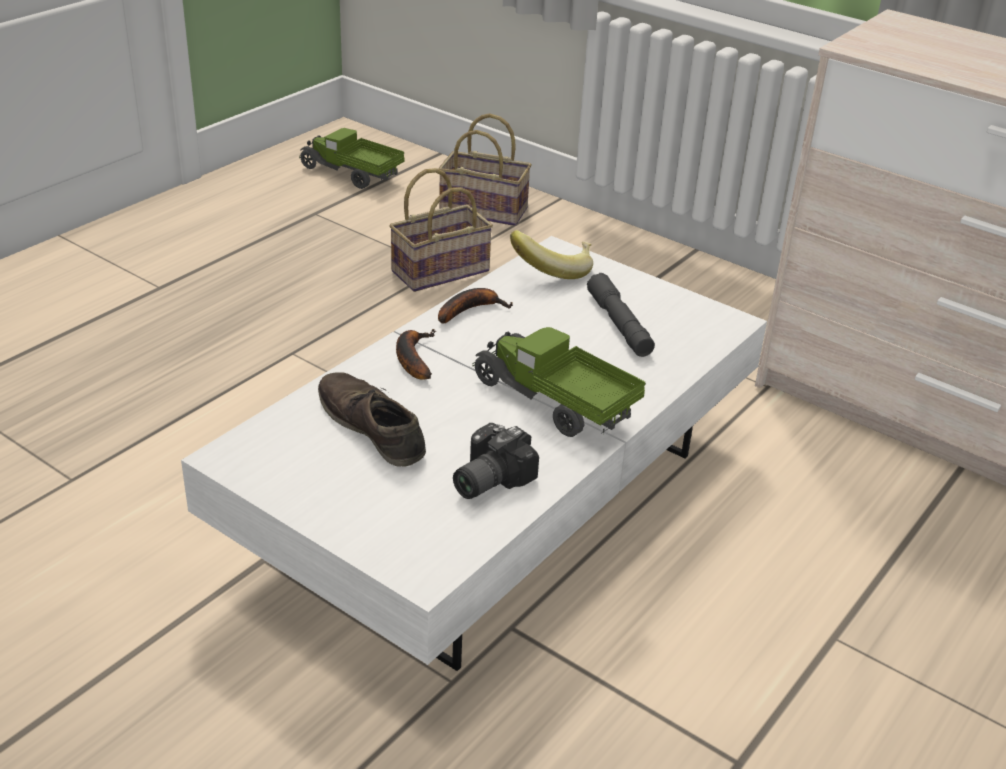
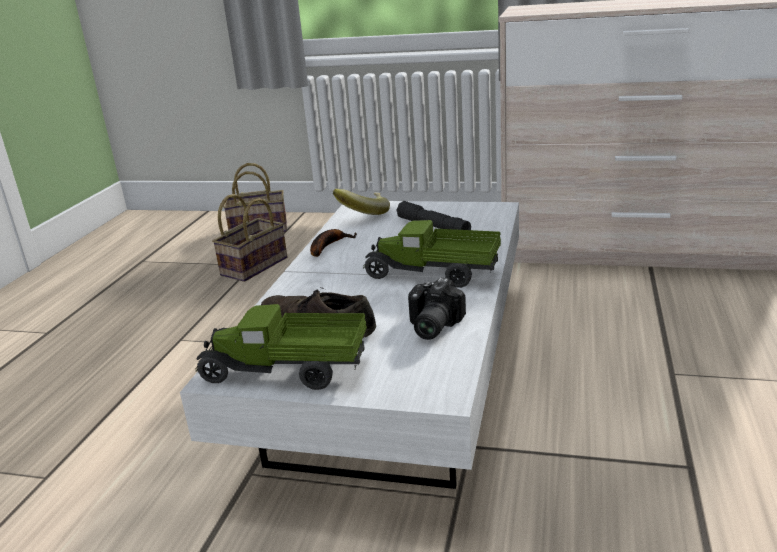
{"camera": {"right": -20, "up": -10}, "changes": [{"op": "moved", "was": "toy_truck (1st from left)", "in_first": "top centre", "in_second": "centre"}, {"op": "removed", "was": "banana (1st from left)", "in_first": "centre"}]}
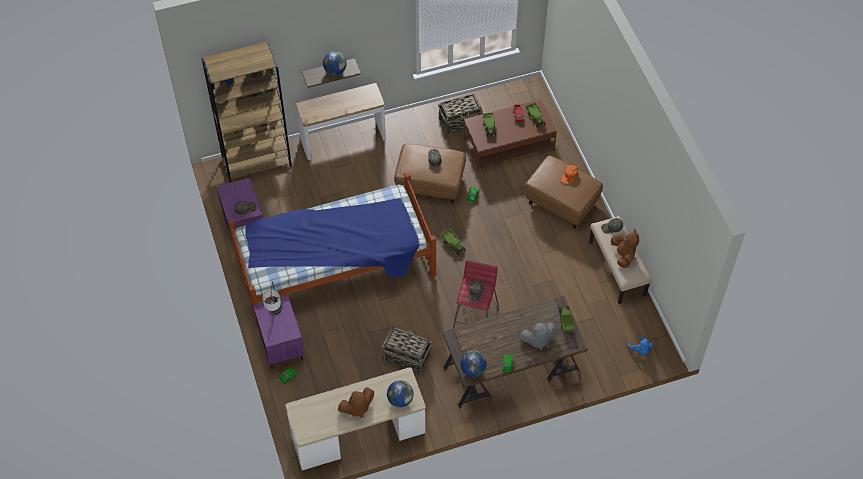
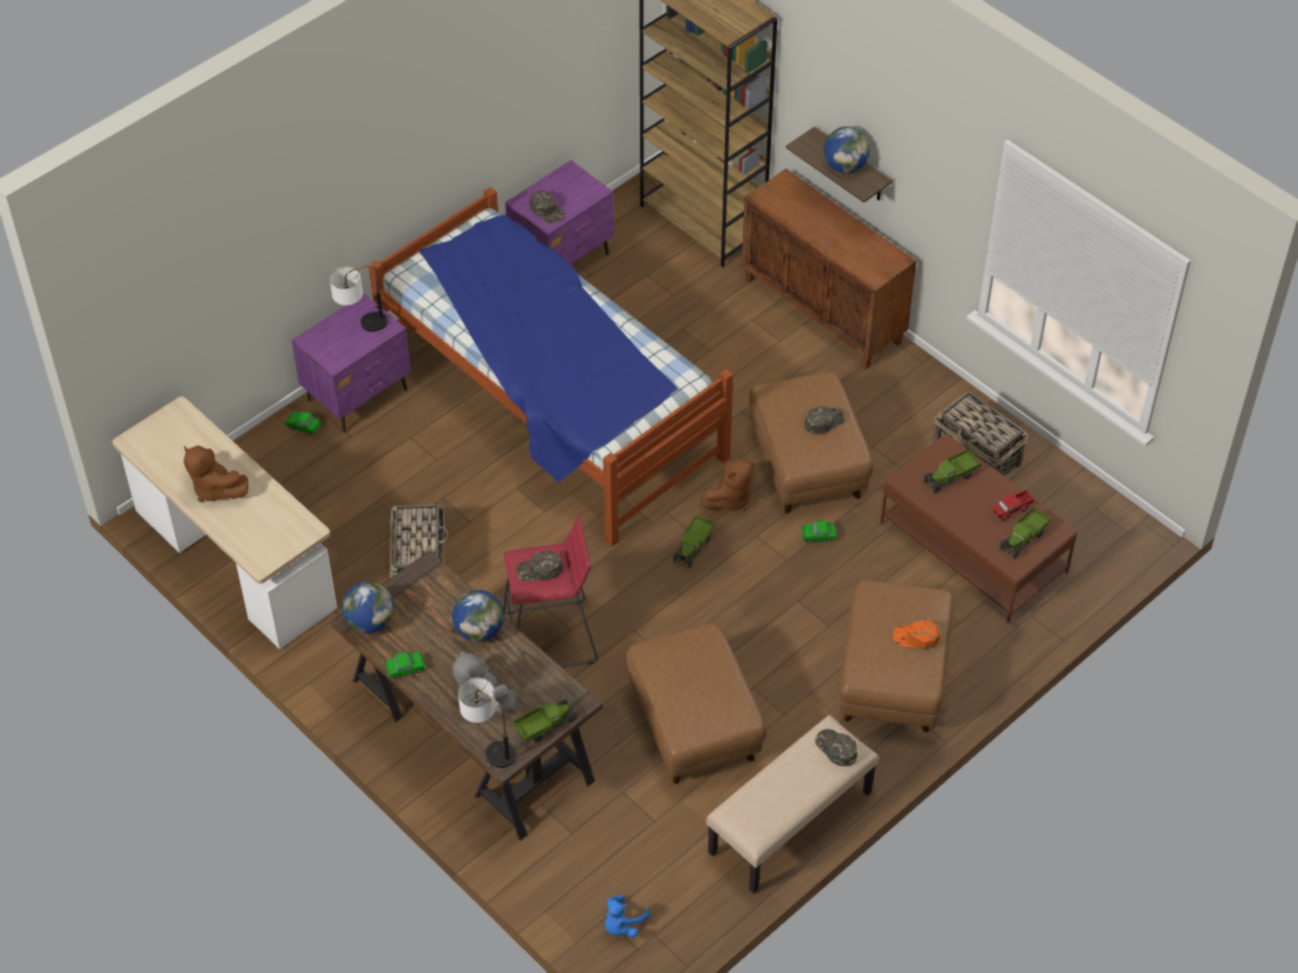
{"camera": {"right": 65, "up": -5}, "changes": [{"op": "replaced", "was": "console_table", "now": "brown_cabinet", "in_first": "top centre", "in_second": "top centre"}, {"op": "moved", "was": "globe (2nd from left)", "in_first": "bottom centre", "in_second": "centre"}, {"op": "moved", "was": "brown_plush_toy (2nd from left)", "in_first": "middle right", "in_second": "centre"}, {"op": "added", "now": "table_lamp (2nd from left)", "in_second": "bottom centre"}, {"op": "added", "now": "brown_ottoman (1st from left)", "in_second": "bottom centre"}]}
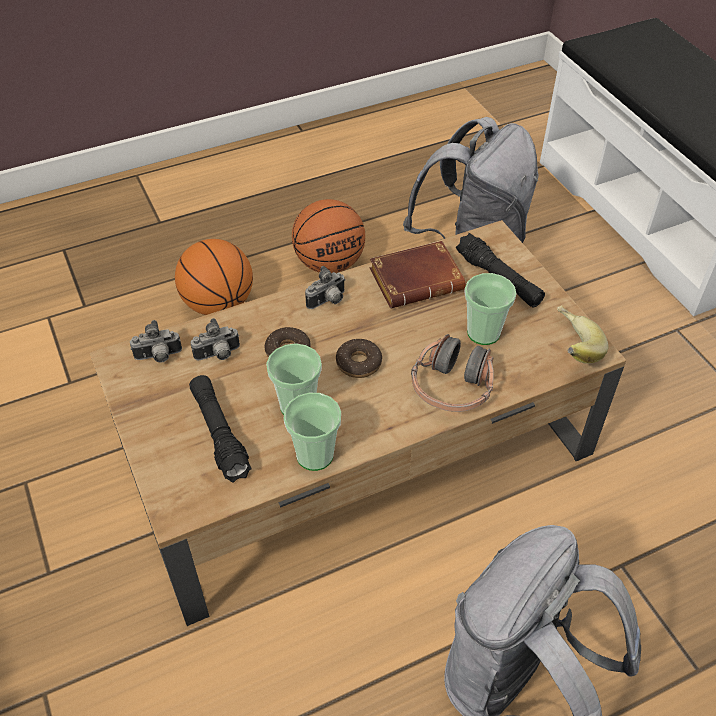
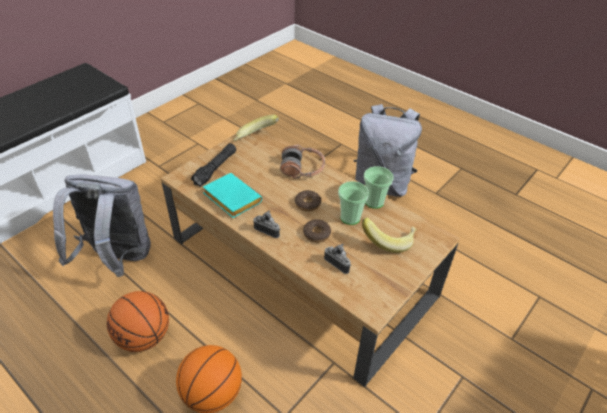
{"camera": {"right": -115, "up": -5}, "changes": [{"op": "removed", "was": "photo_camera (1st from left)", "in_first": "middle left"}, {"op": "replaced", "was": "black_flashlight (1st from left)", "now": "banana (2nd from left)", "in_first": "middle left", "in_second": "centre"}, {"op": "recoloured", "was": "brown_book", "now": "turquoise_book", "in_first": "centre", "in_second": "centre"}, {"op": "removed", "was": "cup (3rd from left)", "in_first": "middle right"}]}
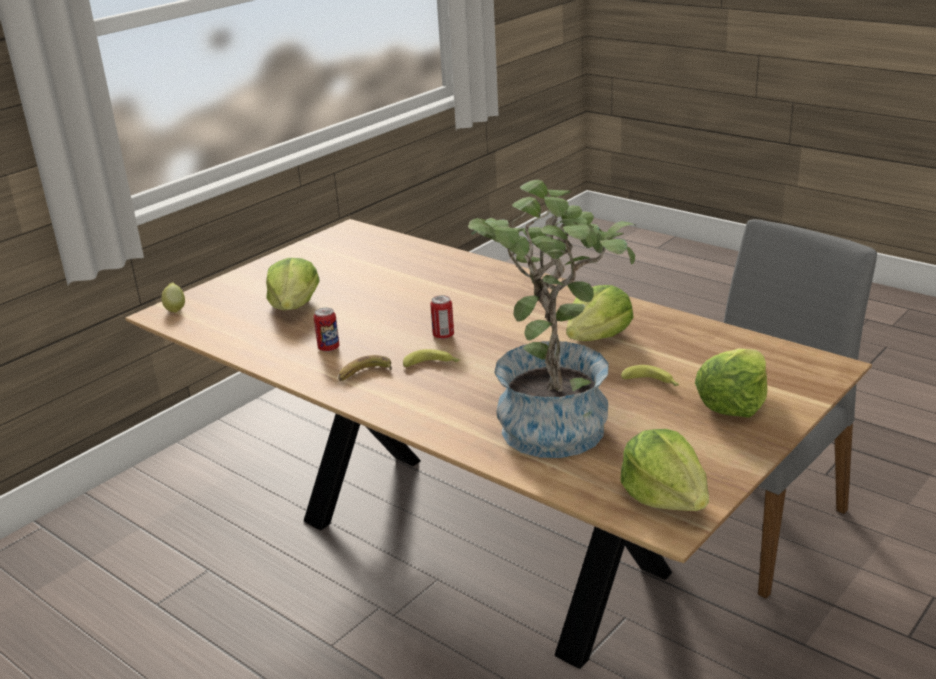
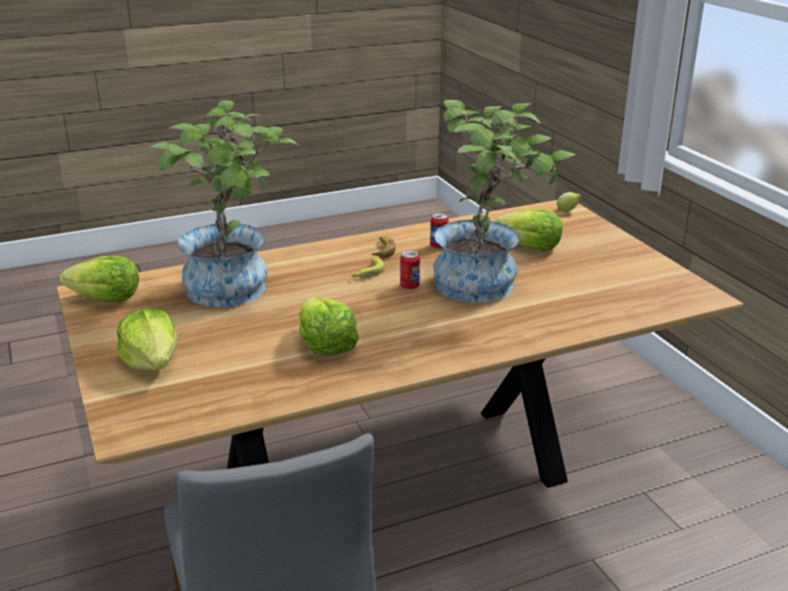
{"camera": {"right": 115, "up": 0}, "changes": [{"op": "removed", "was": "banana (3rd from left)", "in_first": "middle right"}, {"op": "added", "now": "potted_plant (2nd from left)", "in_second": "centre"}]}
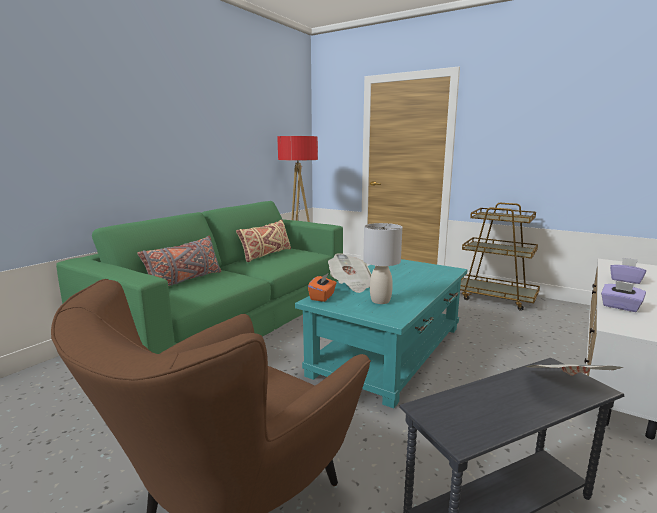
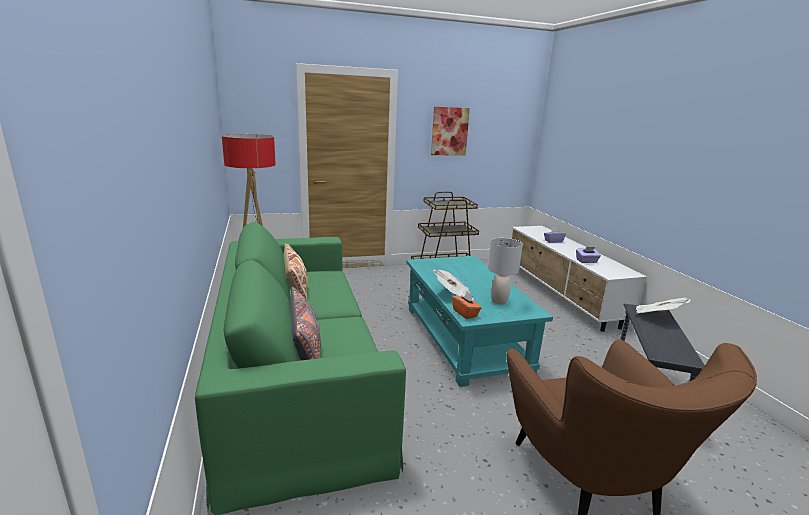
{"camera": {"right": -50, "up": 5}, "changes": [{"op": "added", "now": "picture", "in_second": "top centre"}]}
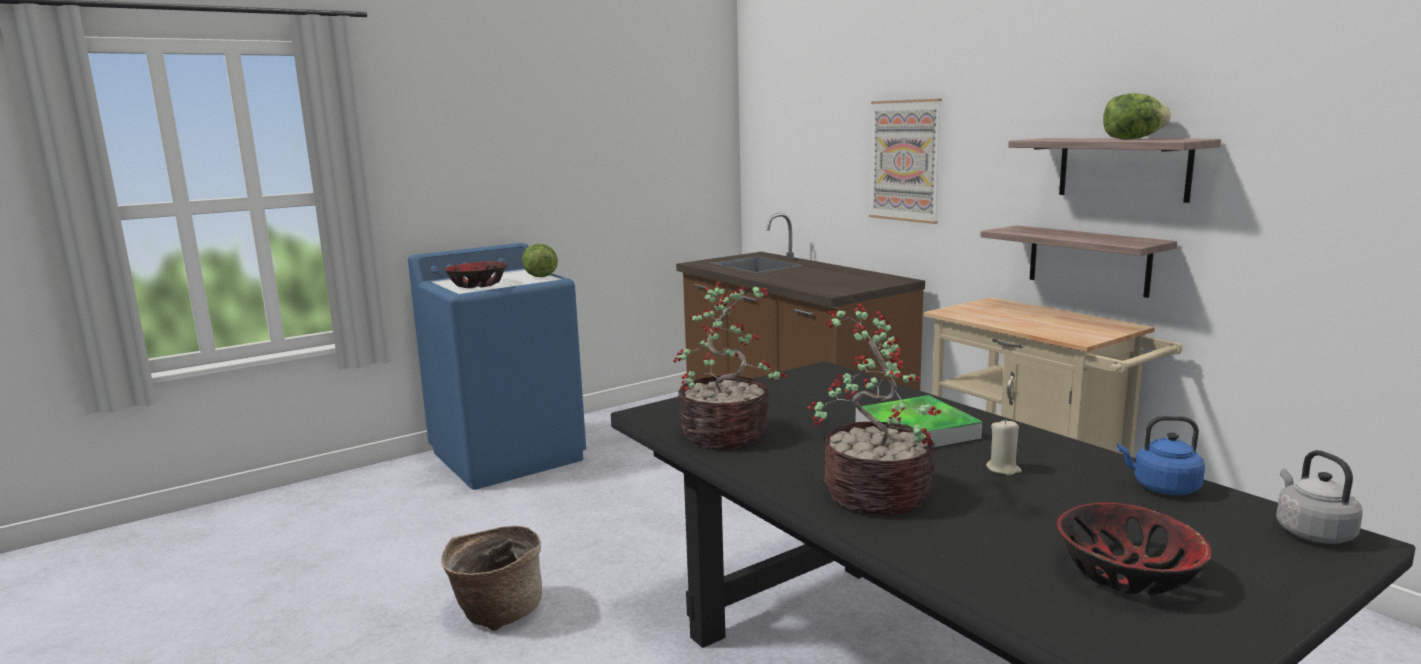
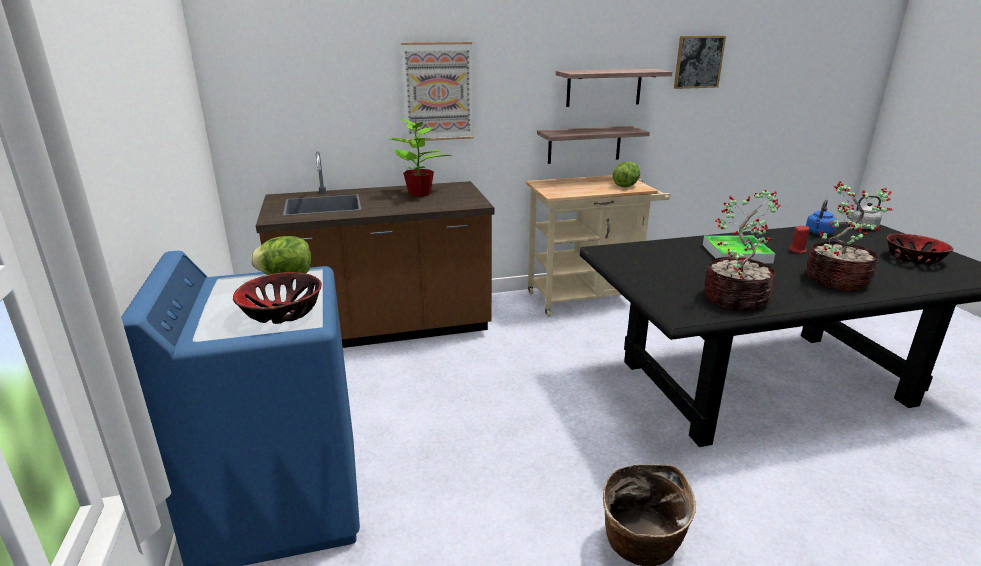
{"camera": {"right": -70, "up": 10}, "changes": [{"op": "recoloured", "was": "beige_candle", "now": "red_candle", "in_first": "bottom right", "in_second": "middle right"}, {"op": "moved", "was": "lettuce (2nd from left)", "in_first": "top right", "in_second": "top centre"}, {"op": "added", "now": "potted_plant (1st from left)", "in_second": "top centre"}, {"op": "added", "now": "picture (2nd from left)", "in_second": "top right"}]}
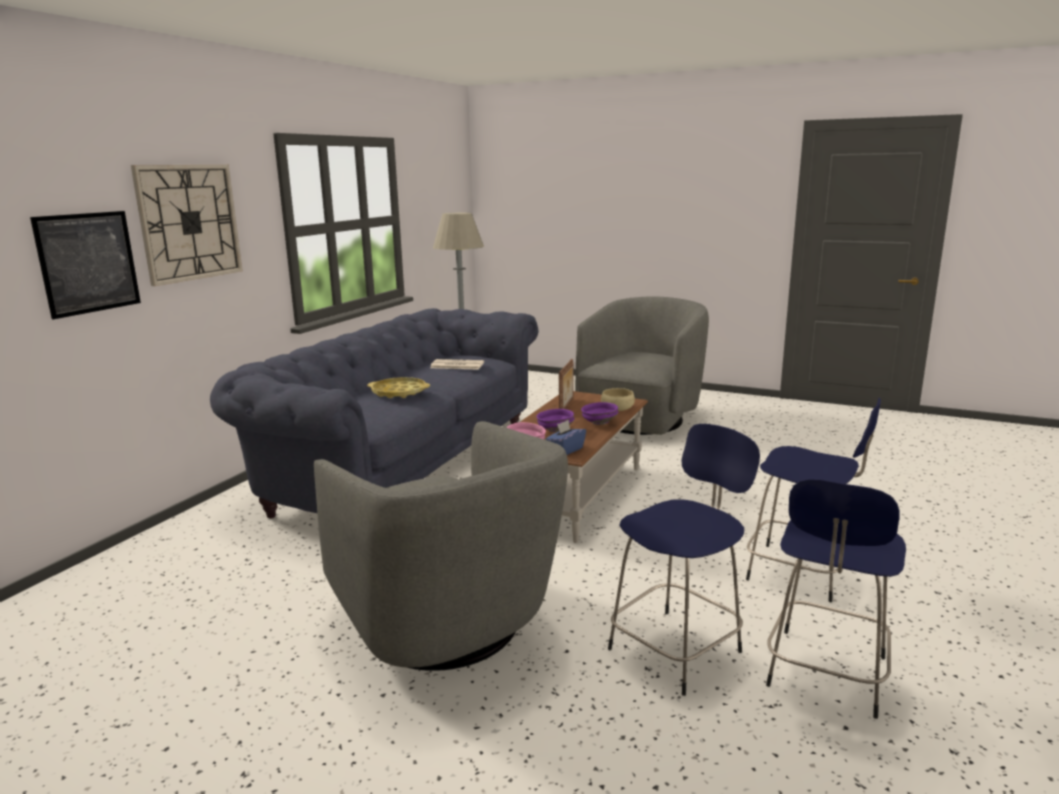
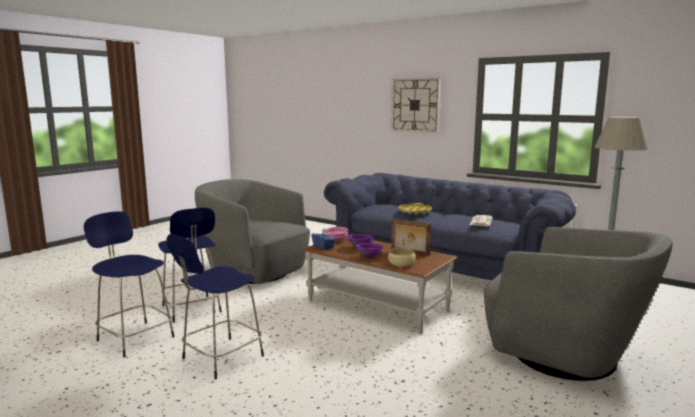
{"camera": {"right": 100, "up": -5}, "changes": [{"op": "removed", "was": "picture", "in_first": "middle left"}, {"op": "turned", "was": "grey_armchair (1st from left)", "in_first": "bottom centre", "in_second": "centre", "clockwise": 60}]}
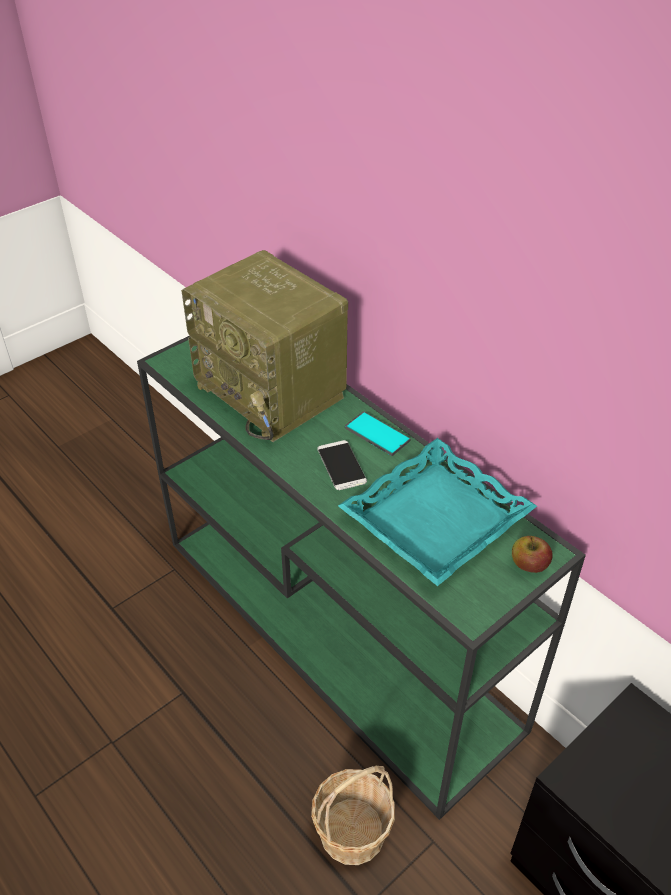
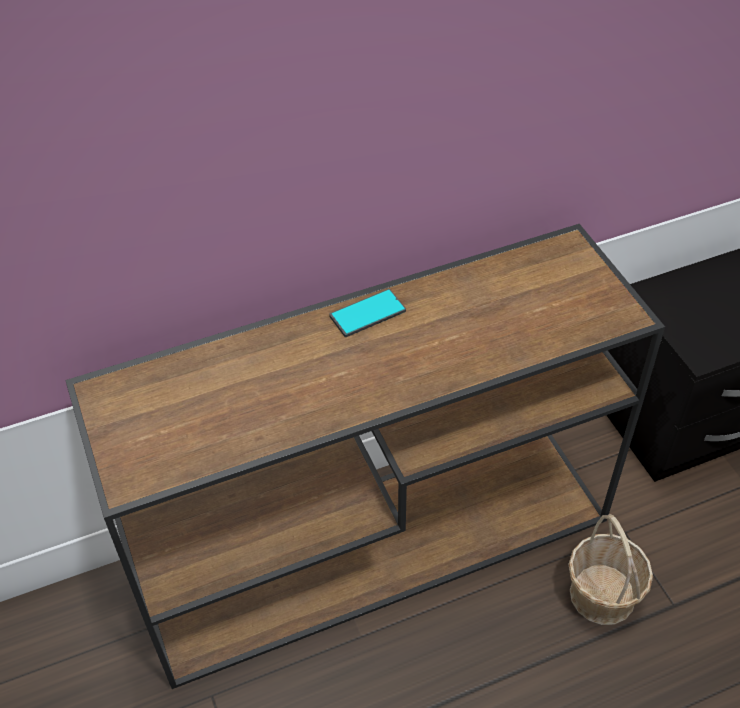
{"camera": {"right": -70, "up": 5}, "changes": [{"op": "recoloured", "was": "green_console_table", "now": "brown_console_table", "in_first": "centre", "in_second": "centre"}, {"op": "removed", "was": "radio", "in_first": "centre"}, {"op": "removed", "was": "phone (1st from left)", "in_first": "centre"}, {"op": "removed", "was": "turquoise_tray", "in_first": "centre"}, {"op": "removed", "was": "apple", "in_first": "middle right"}]}
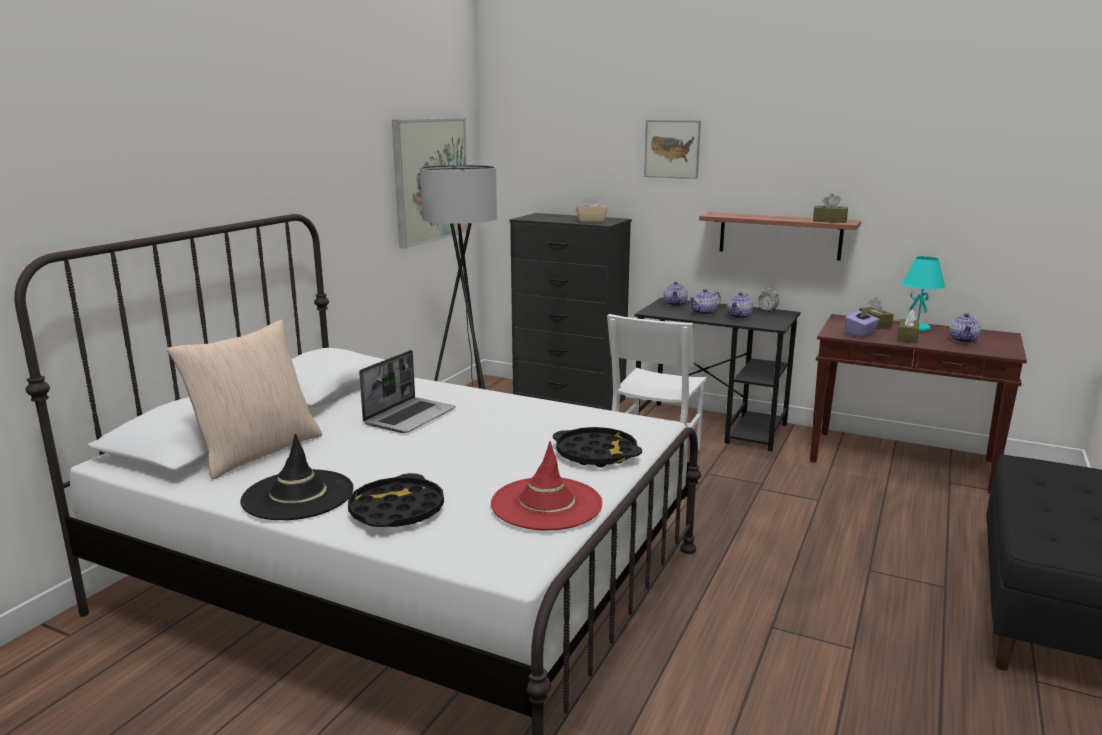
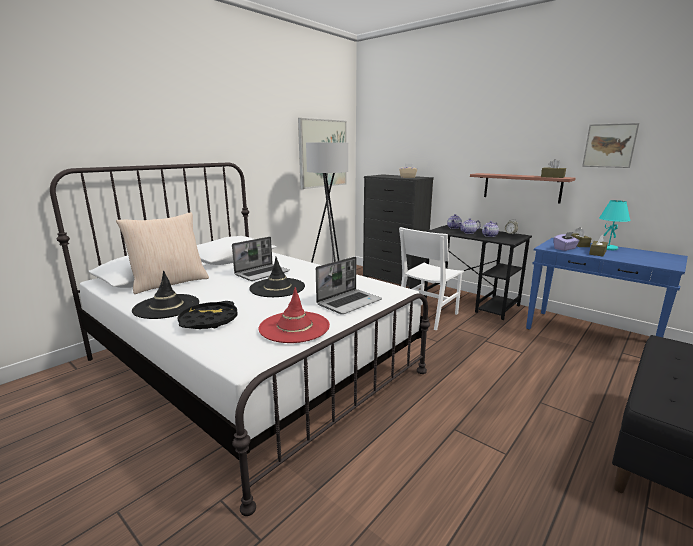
{"camera": {"right": 15, "up": 0}, "changes": [{"op": "replaced", "was": "black_tray (2nd from left)", "now": "laptop (2nd from left)", "in_first": "centre", "in_second": "centre"}, {"op": "moved", "was": "picture (2nd from left)", "in_first": "top centre", "in_second": "top right"}, {"op": "recoloured", "was": "brown_console_table", "now": "blue_console_table", "in_first": "middle right", "in_second": "middle right"}, {"op": "removed", "was": "teapot (4th from left)", "in_first": "middle right"}, {"op": "added", "now": "black_hat (2nd from left)", "in_second": "centre"}]}
